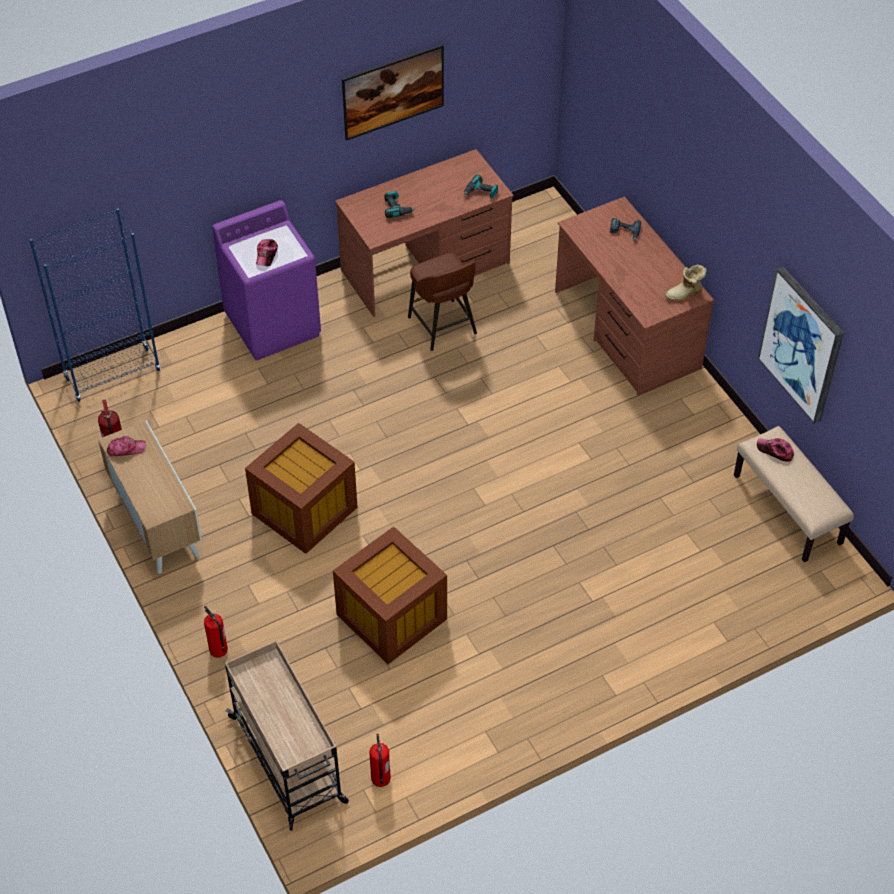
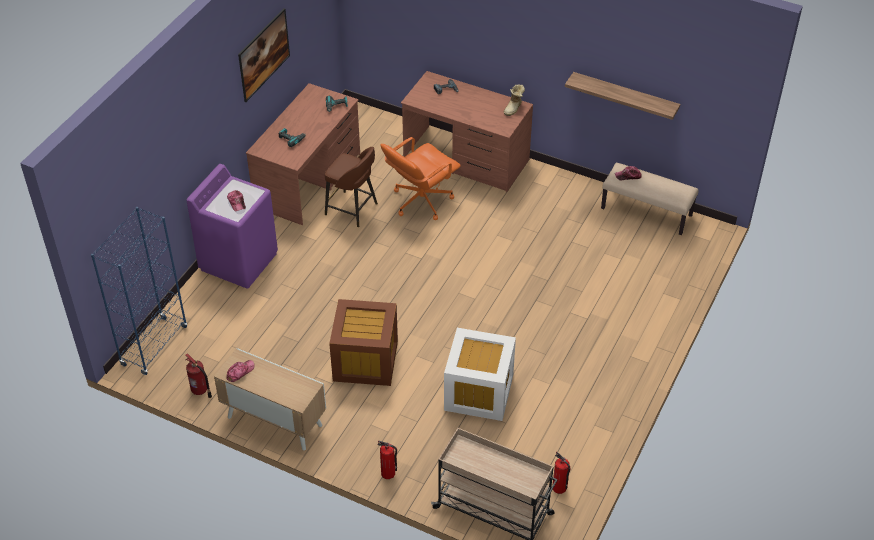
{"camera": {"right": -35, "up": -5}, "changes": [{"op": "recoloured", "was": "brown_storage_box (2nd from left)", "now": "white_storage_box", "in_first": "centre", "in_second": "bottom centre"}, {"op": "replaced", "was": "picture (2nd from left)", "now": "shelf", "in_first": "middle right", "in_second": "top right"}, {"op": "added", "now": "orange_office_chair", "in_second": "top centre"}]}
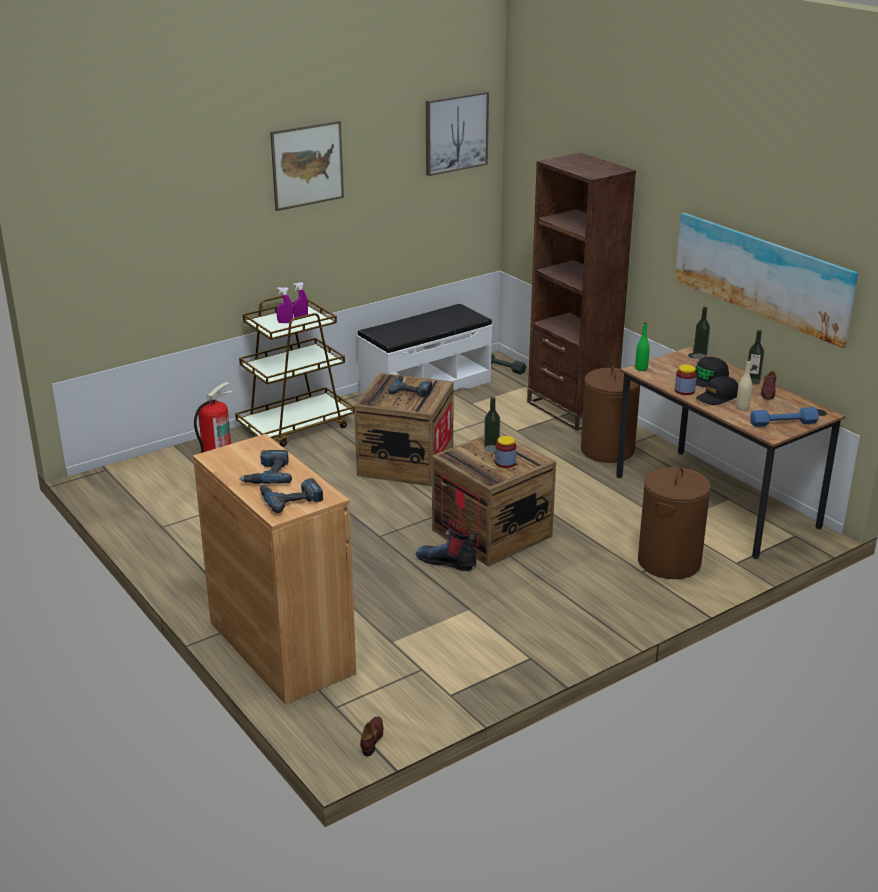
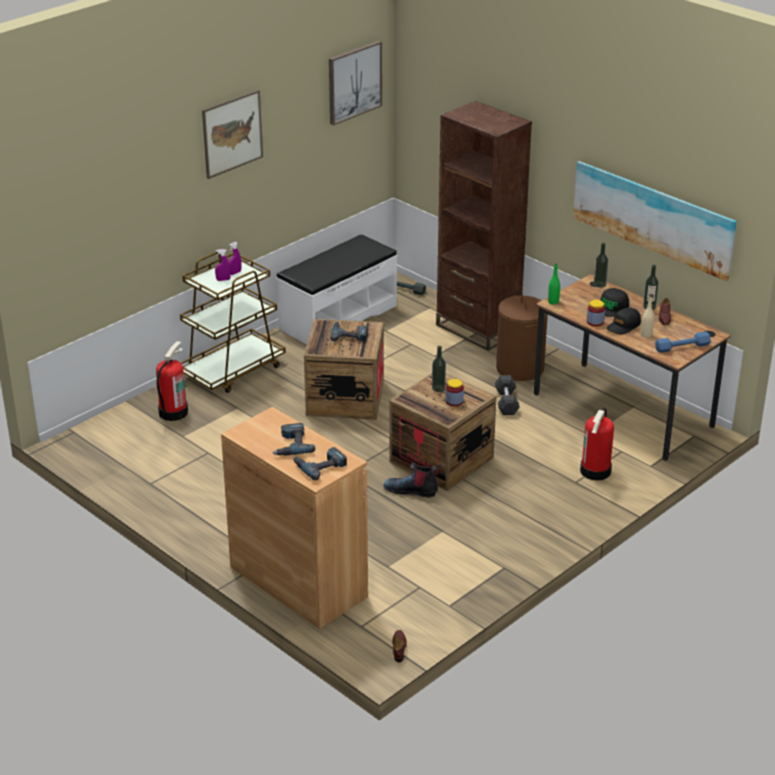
{"camera": {"right": -10, "up": 5}, "changes": [{"op": "replaced", "was": "brown_laundry_basket (2nd from left)", "now": "fire_extinguisher (2nd from left)", "in_first": "middle right", "in_second": "middle right"}, {"op": "added", "now": "grey_dumbbell (2nd from left)", "in_second": "centre"}]}
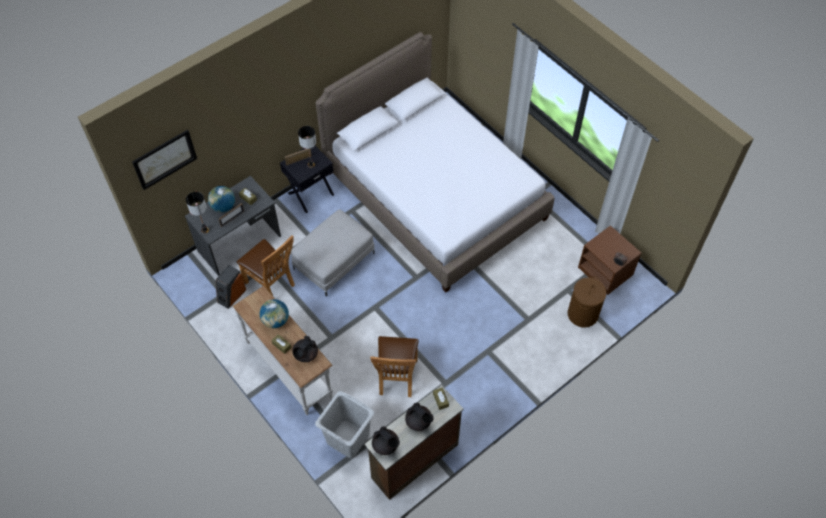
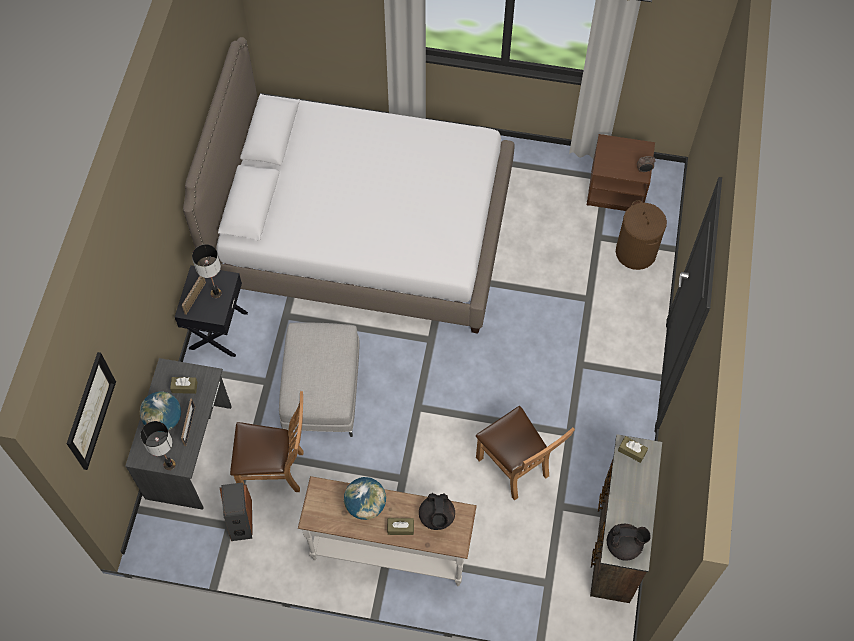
{"camera": {"right": -40, "up": 5}, "changes": [{"op": "removed", "was": "grey_laundry_basket", "in_first": "bottom centre"}, {"op": "removed", "was": "black_teapot (3rd from left)", "in_first": "bottom centre"}]}
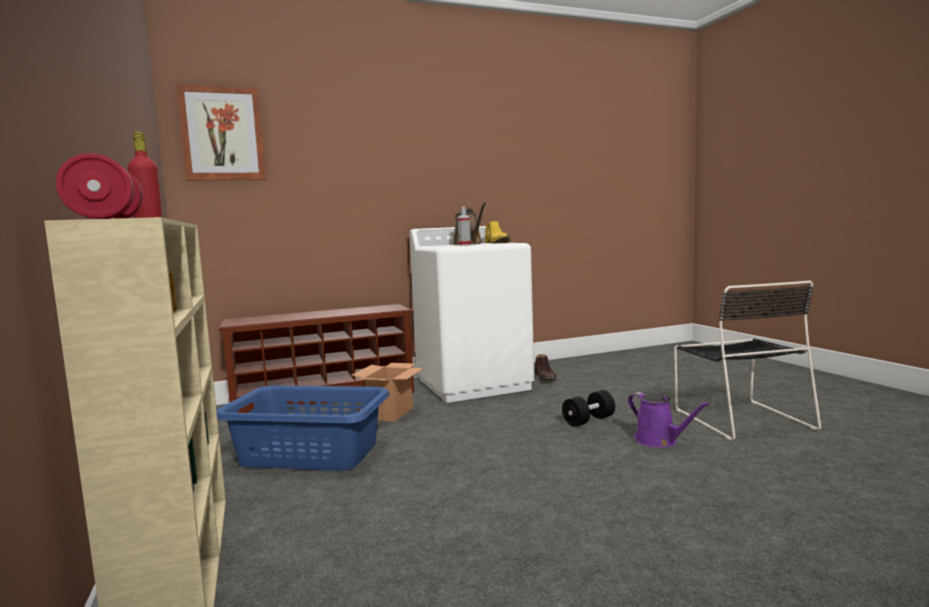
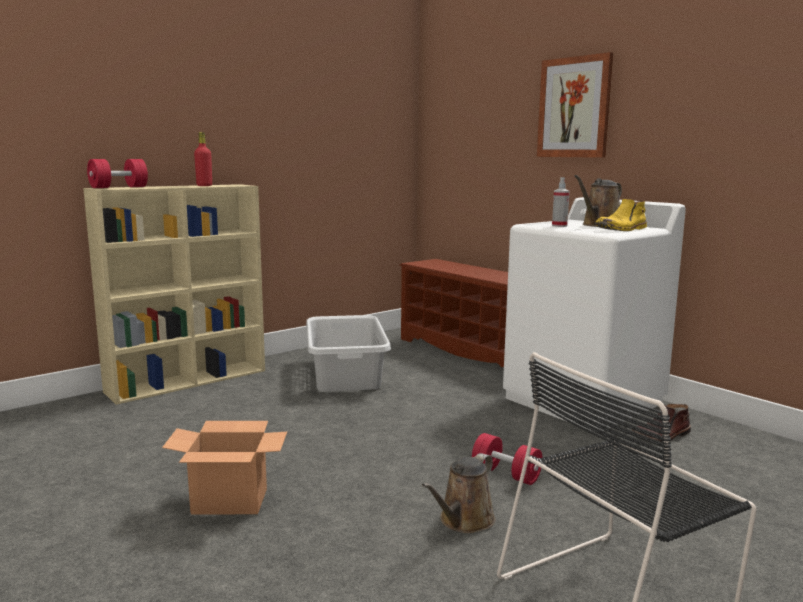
{"camera": {"right": 70, "up": 5}, "changes": [{"op": "moved", "was": "picture", "in_first": "top left", "in_second": "top right"}, {"op": "recoloured", "was": "blue_laundry_basket", "now": "grey_laundry_basket", "in_first": "bottom left", "in_second": "centre"}, {"op": "moved", "was": "cardboard_box", "in_first": "centre", "in_second": "bottom left"}, {"op": "recoloured", "was": "black_dumbbell", "now": "red_dumbbell (2nd from left)", "in_first": "bottom centre", "in_second": "bottom centre"}, {"op": "recoloured", "was": "purple_watering_can", "now": "brown_watering_can (1st from left)", "in_first": "bottom right", "in_second": "bottom centre"}]}
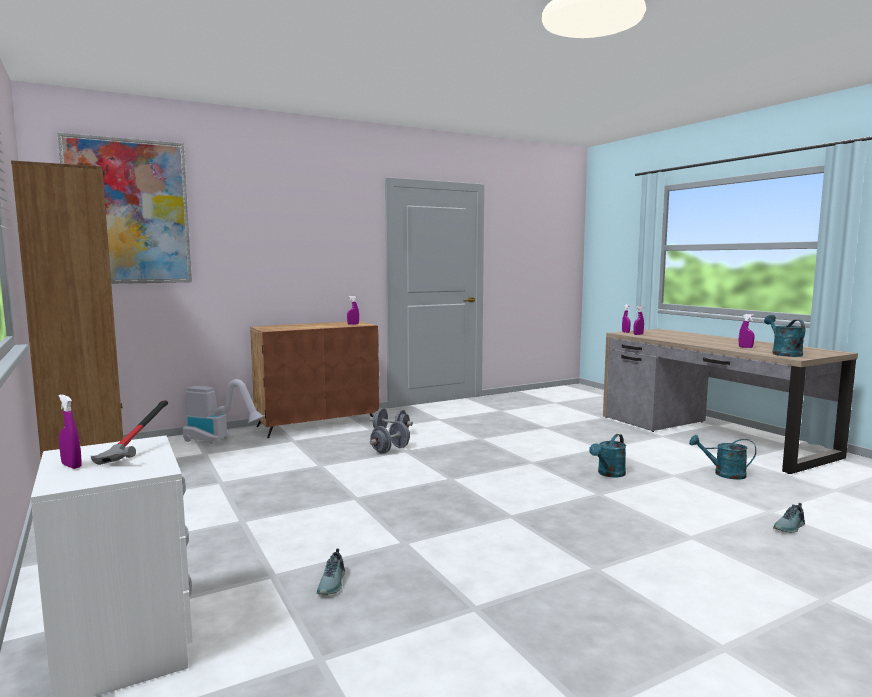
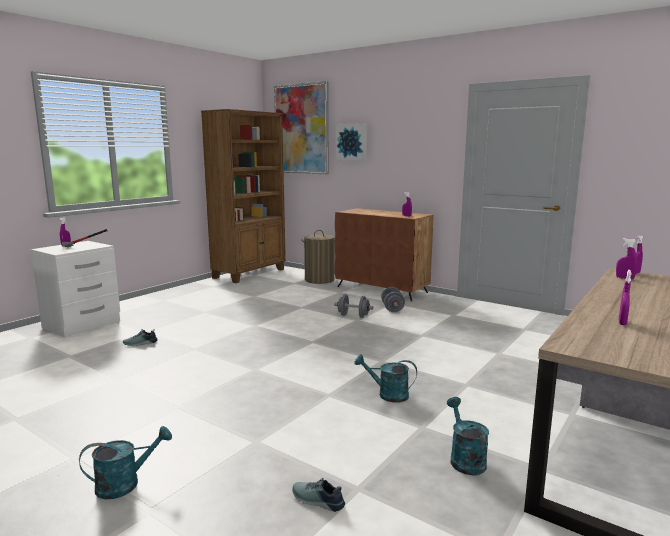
{"camera": {"right": 65, "up": 5}, "changes": [{"op": "replaced", "was": "vacuum_cleaner", "now": "laundry_basket", "in_first": "middle left", "in_second": "centre"}, {"op": "moved", "was": "turquoise_watering_can (3rd from left in the first image)", "now": "turquoise_watering_can (1st from left)", "in_first": "middle right", "in_second": "bottom left"}, {"op": "added", "now": "picture (2nd from left)", "in_second": "top centre"}]}
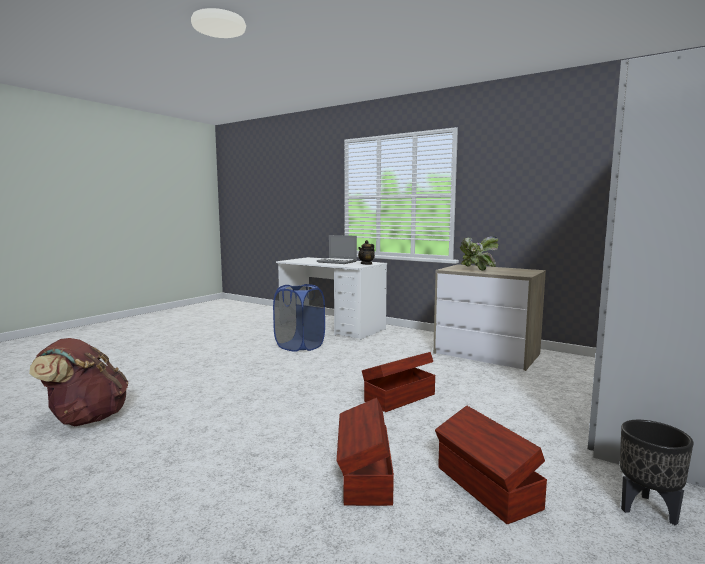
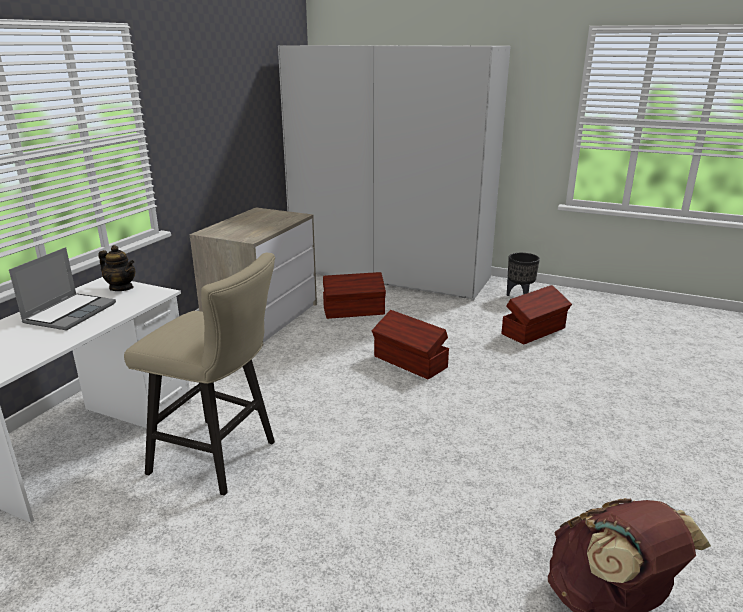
{"camera": {"right": -100, "up": 15}, "changes": [{"op": "replaced", "was": "blue_laundry_basket", "now": "beige_stool", "in_first": "centre", "in_second": "middle left"}, {"op": "moved", "was": "brown_storage_box (1st from left)", "in_first": "bottom centre", "in_second": "centre"}, {"op": "removed", "was": "potted_plant", "in_first": "middle right"}]}
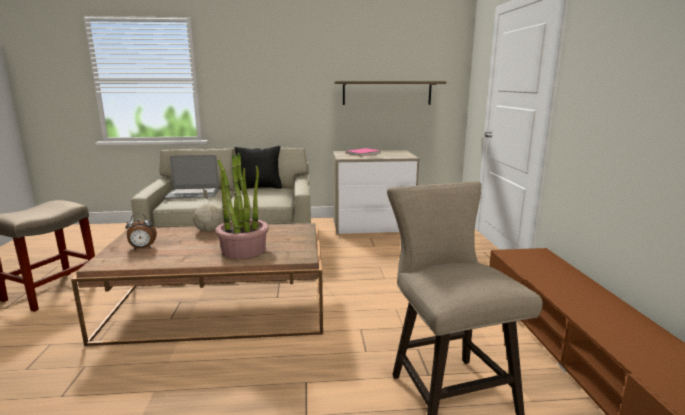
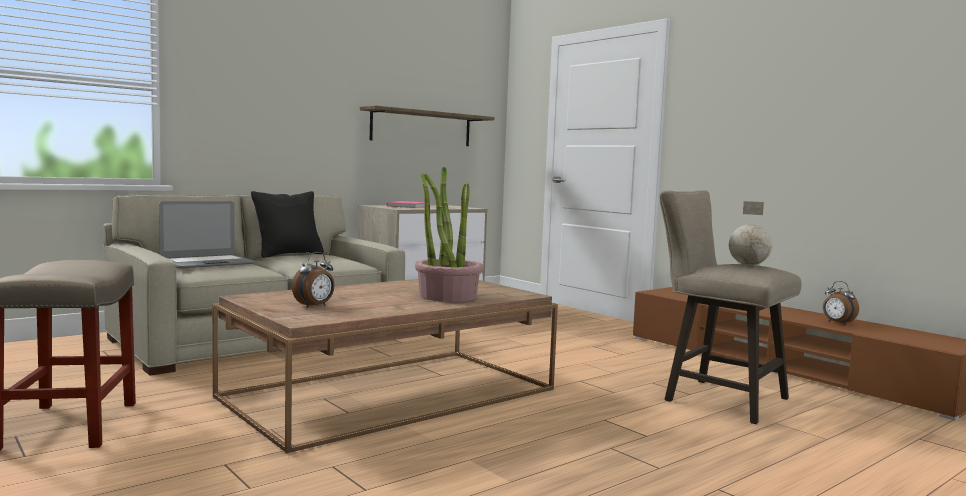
{"camera": {"right": -35, "up": -10}, "changes": [{"op": "moved", "was": "globe", "in_first": "middle left", "in_second": "middle right"}, {"op": "added", "now": "alarm_clock (2nd from left)", "in_second": "middle right"}]}
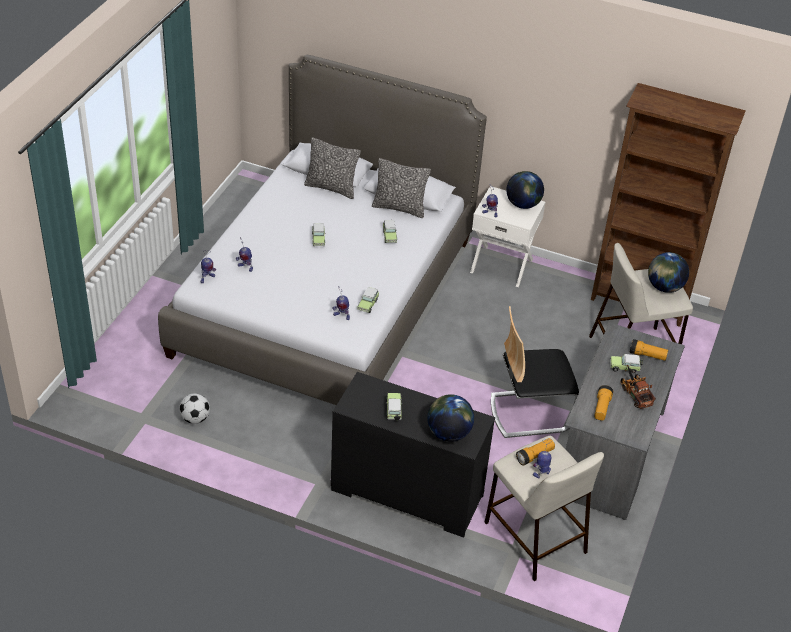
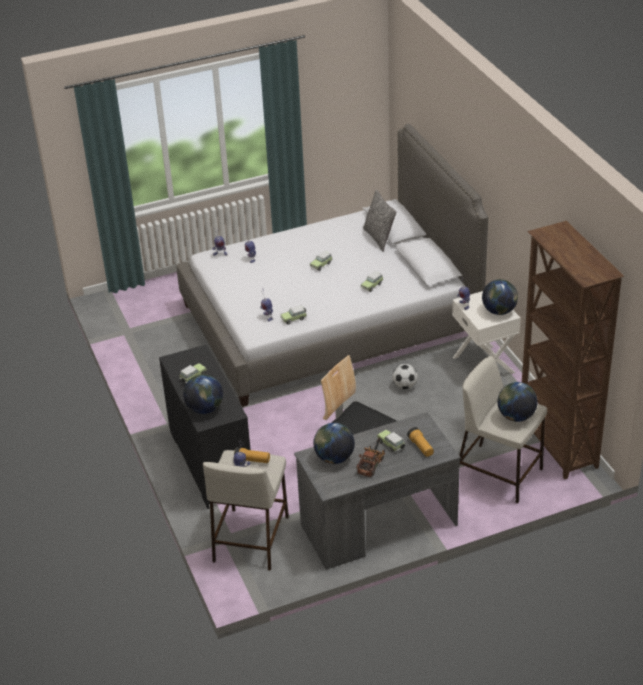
{"camera": {"right": 50, "up": -5}, "changes": [{"op": "moved", "was": "football", "in_first": "middle left", "in_second": "centre"}, {"op": "removed", "was": "pillow (2nd from left)", "in_first": "top centre"}, {"op": "replaced", "was": "flashlight (2nd from left)", "now": "globe (2nd from left)", "in_first": "middle right", "in_second": "centre"}]}
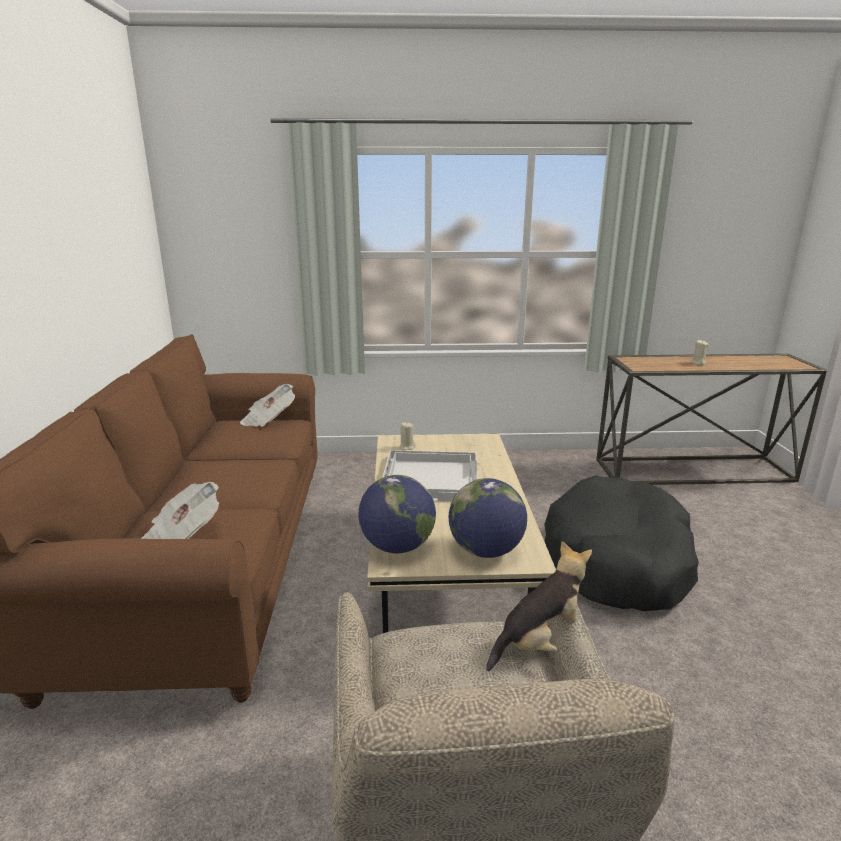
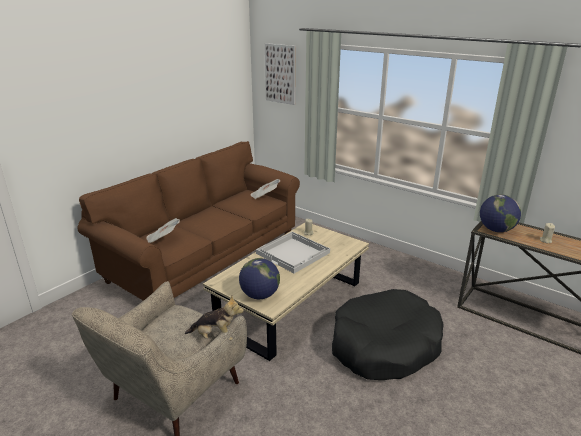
{"camera": {"right": 40, "up": 5}, "changes": [{"op": "moved", "was": "globe (1st from left in the first image)", "now": "globe (2nd from left)", "in_first": "centre", "in_second": "middle right"}, {"op": "added", "now": "picture", "in_second": "top centre"}]}
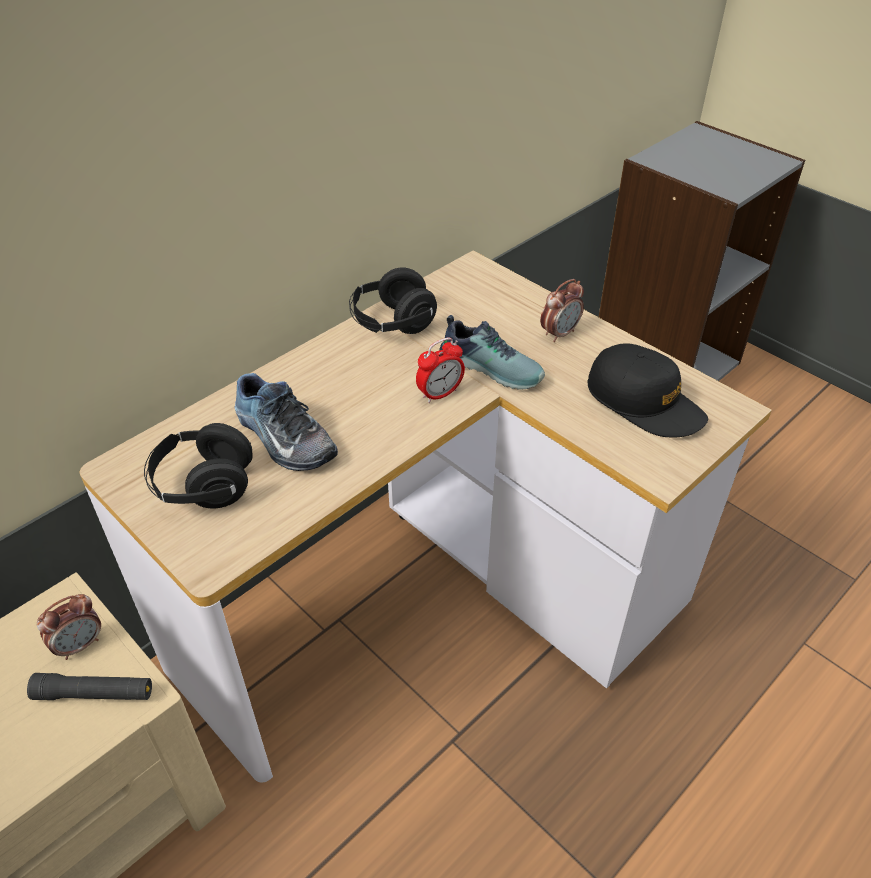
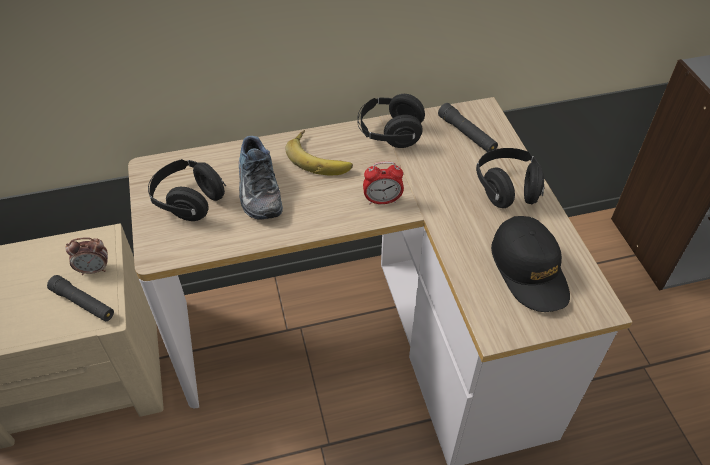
{"camera": {"right": 30, "up": 5}, "changes": [{"op": "removed", "was": "shoe (2nd from left)", "in_first": "centre"}, {"op": "replaced", "was": "alarm_clock (3rd from left)", "now": "black_headphones (3rd from left)", "in_first": "centre", "in_second": "middle right"}, {"op": "added", "now": "banana", "in_second": "top centre"}, {"op": "added", "now": "black_flashlight (2nd from left)", "in_second": "top centre"}]}
